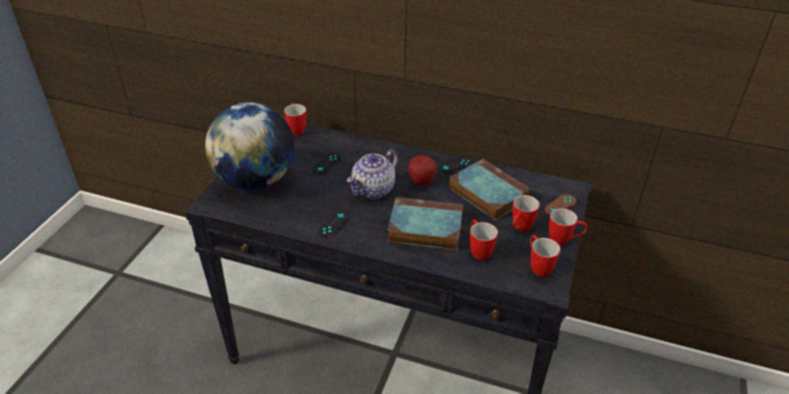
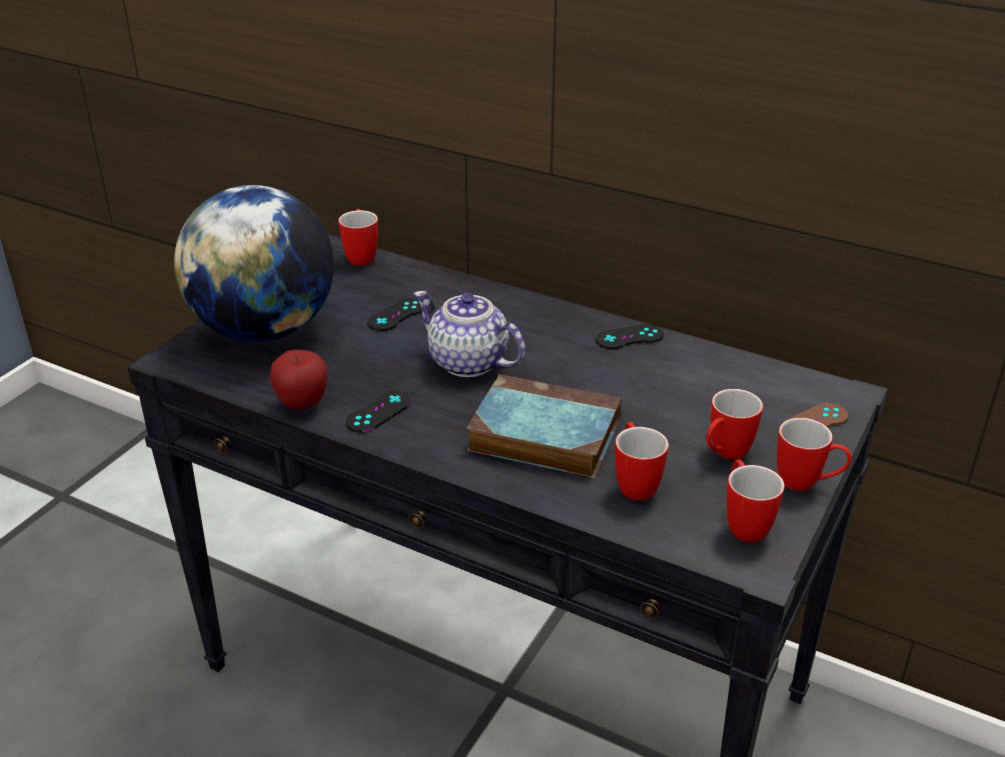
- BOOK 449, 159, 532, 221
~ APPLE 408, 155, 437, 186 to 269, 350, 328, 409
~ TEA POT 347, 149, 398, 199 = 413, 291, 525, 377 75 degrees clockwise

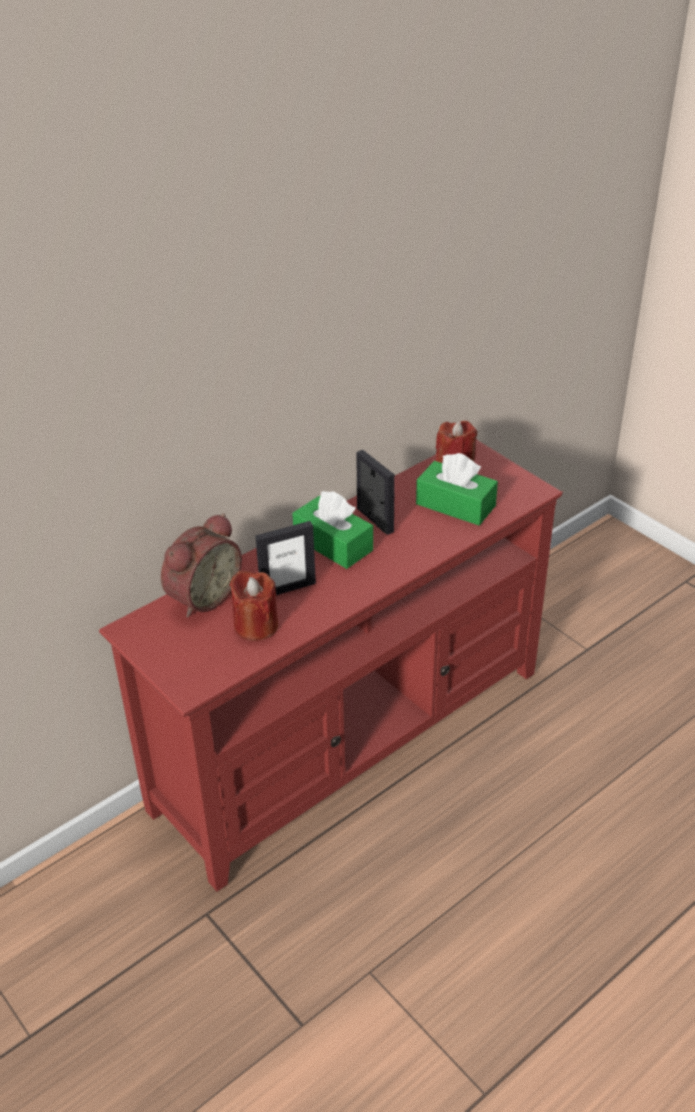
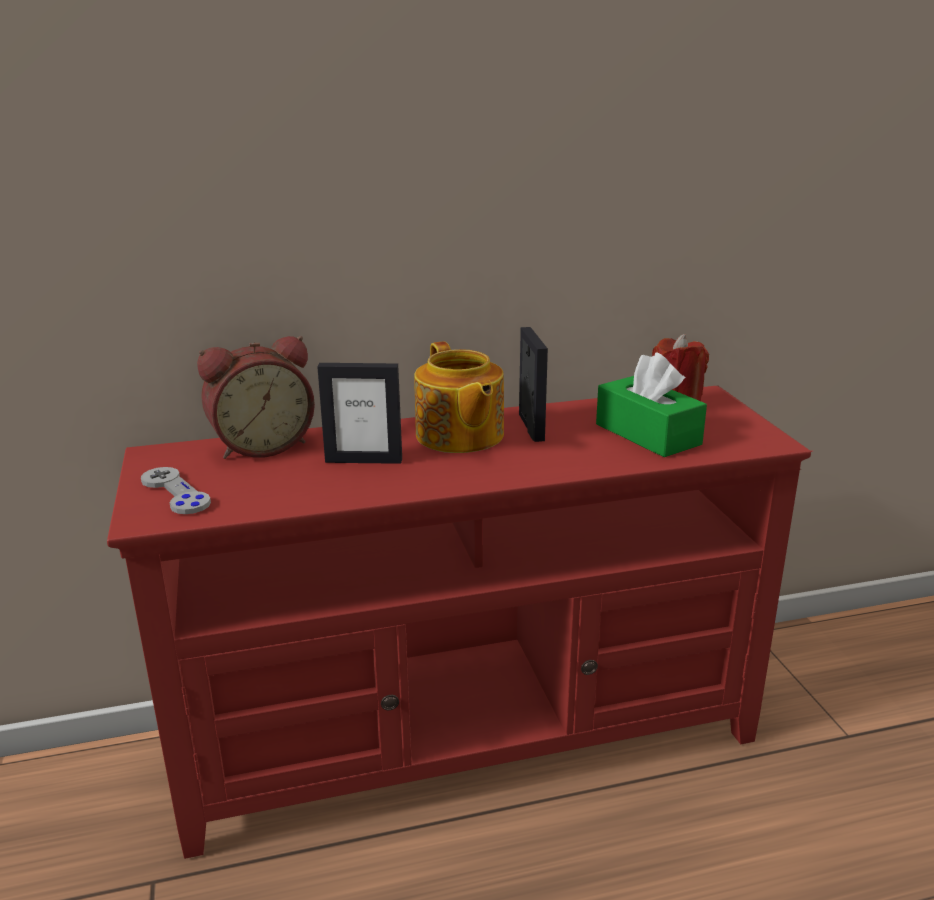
- RED-COLOURED CANDLE 230, 570, 278, 641
+ GREY GAME CONTROLLER 141, 467, 211, 514
~ GREEN BOX OF TISSUES 292, 491, 373, 569 to TEA POT 414, 342, 504, 453

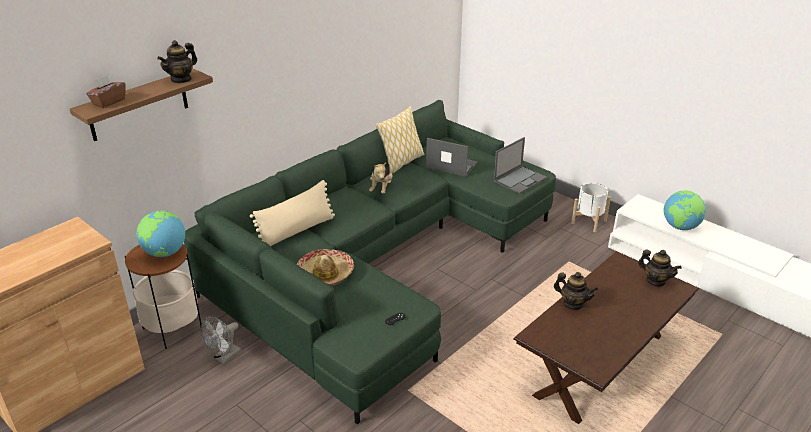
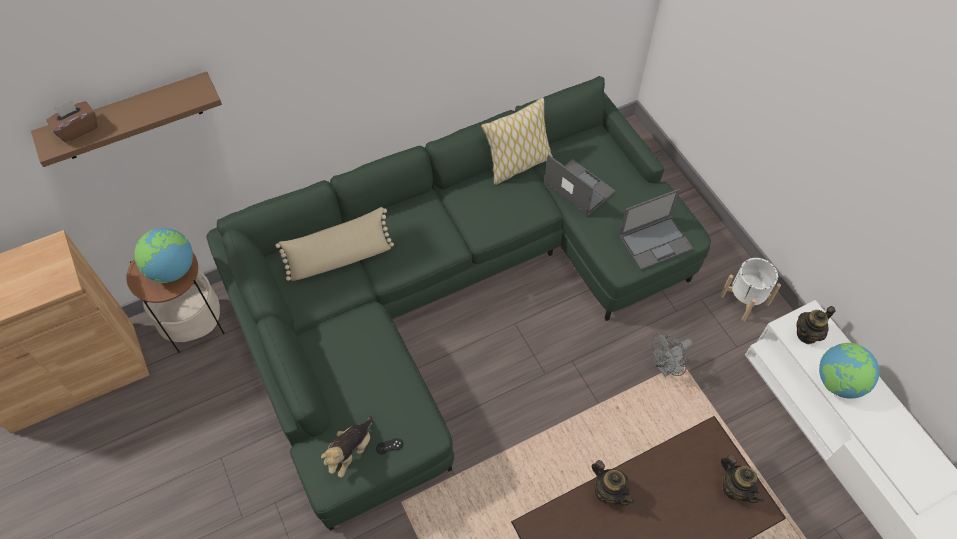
- HAT 297, 249, 354, 286
~ TEA POT 157, 40, 197, 84 to 796, 306, 836, 344
~ GREY FAN 201, 316, 241, 365 to 652, 333, 693, 377
~ CUDDLY TOY 369, 162, 392, 194 to 321, 416, 373, 478

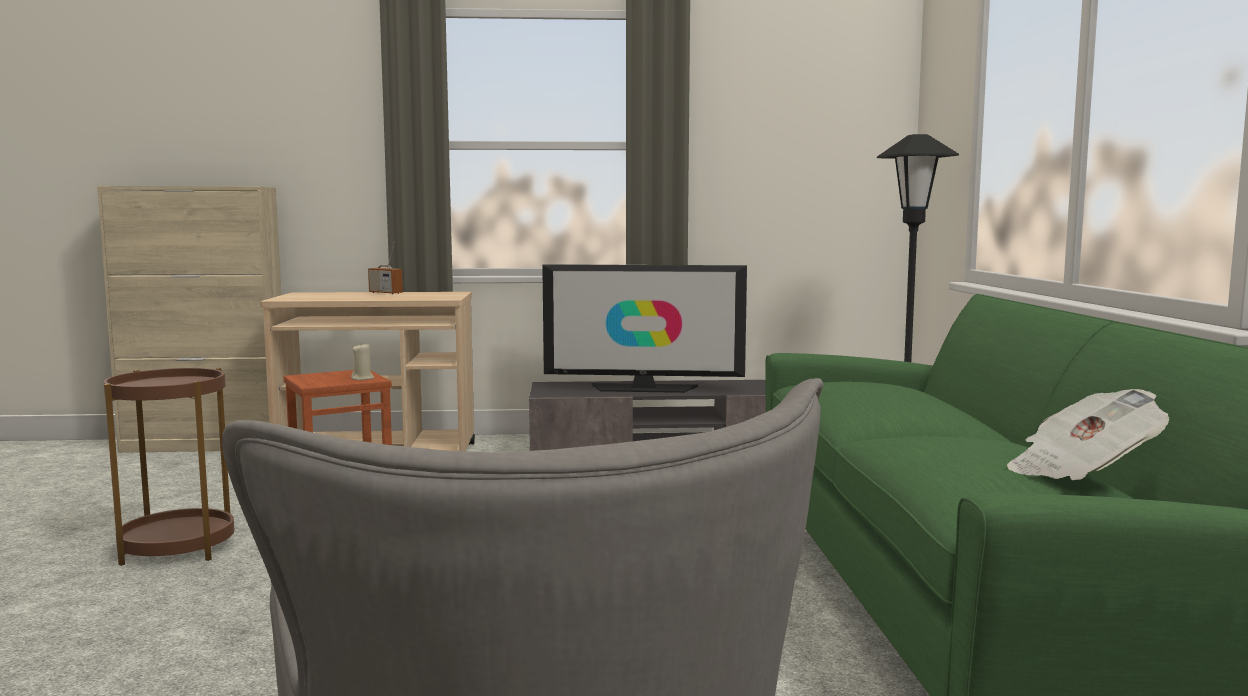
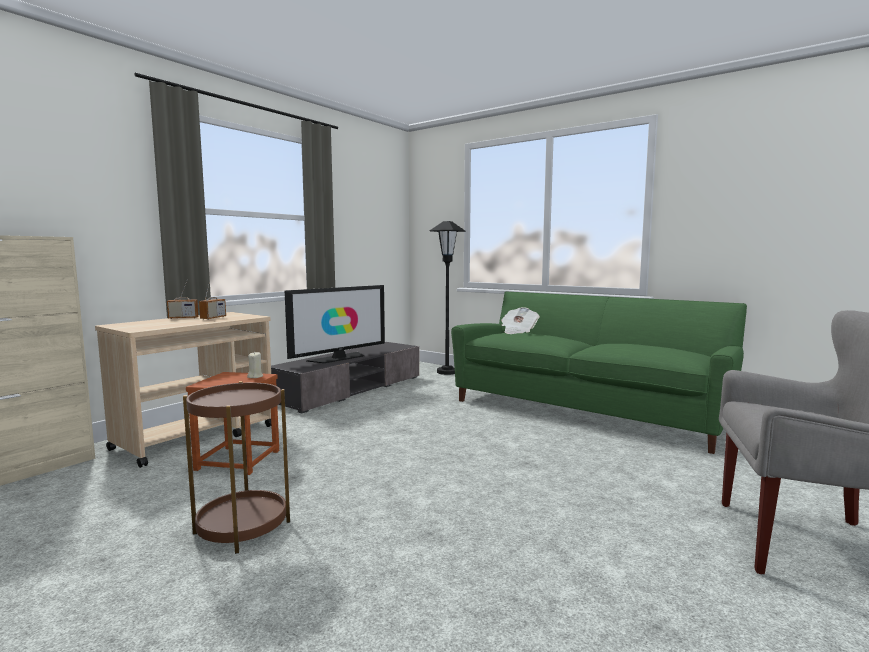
+ RADIO SET 199, 280, 226, 320
~ PRINTED PAPER 1007, 389, 1169, 480 to 501, 307, 540, 334

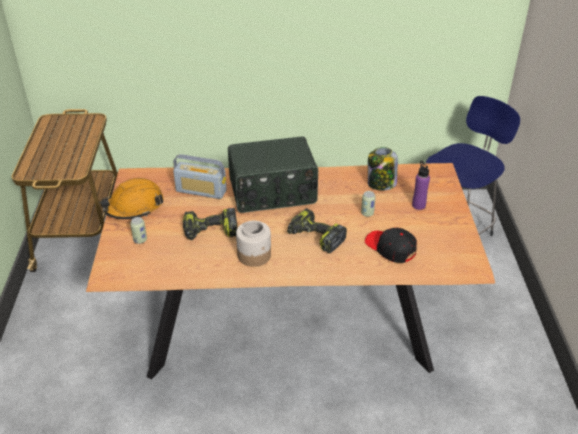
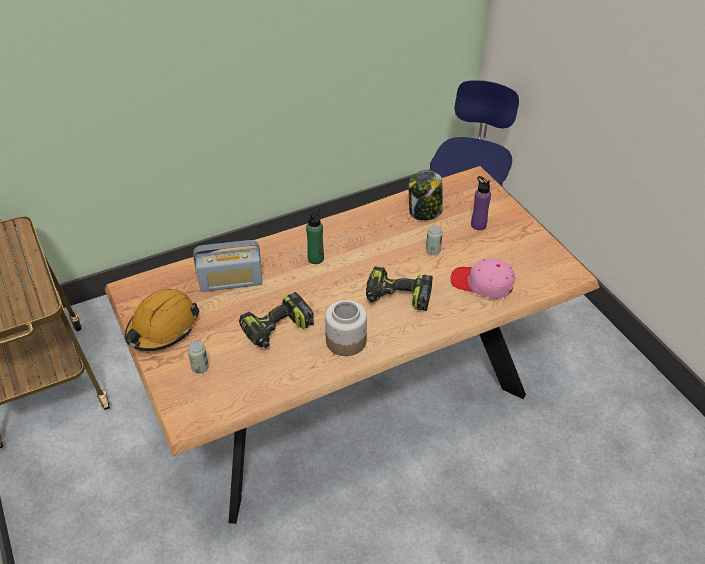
~ RADIO SET 228, 137, 318, 213 to GREEN BOTTLE 306, 208, 324, 264
~ BLACK-COLOURED PEAKED CAP 365, 228, 417, 263 to PINK PEAKED CAP 451, 258, 515, 299

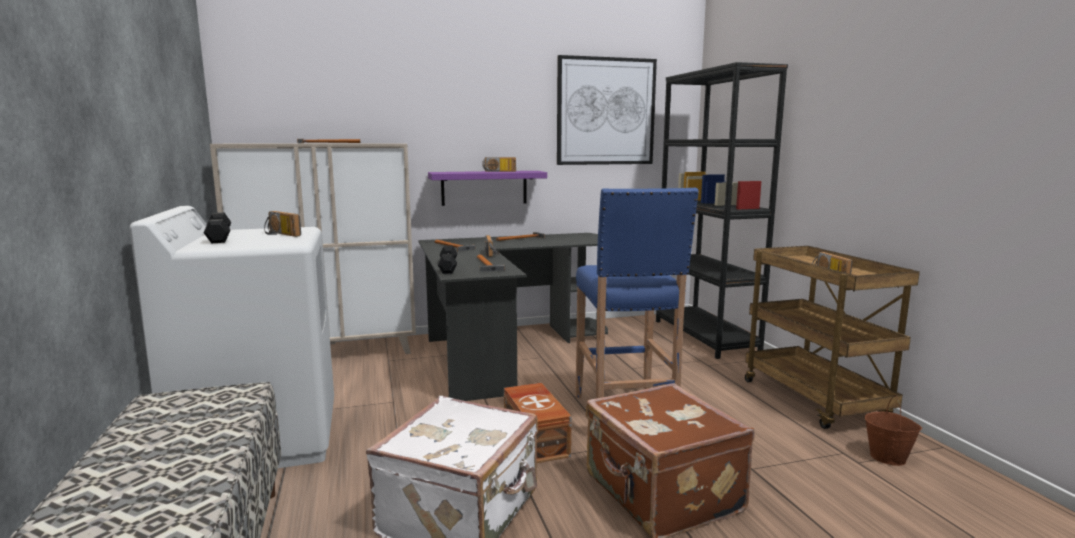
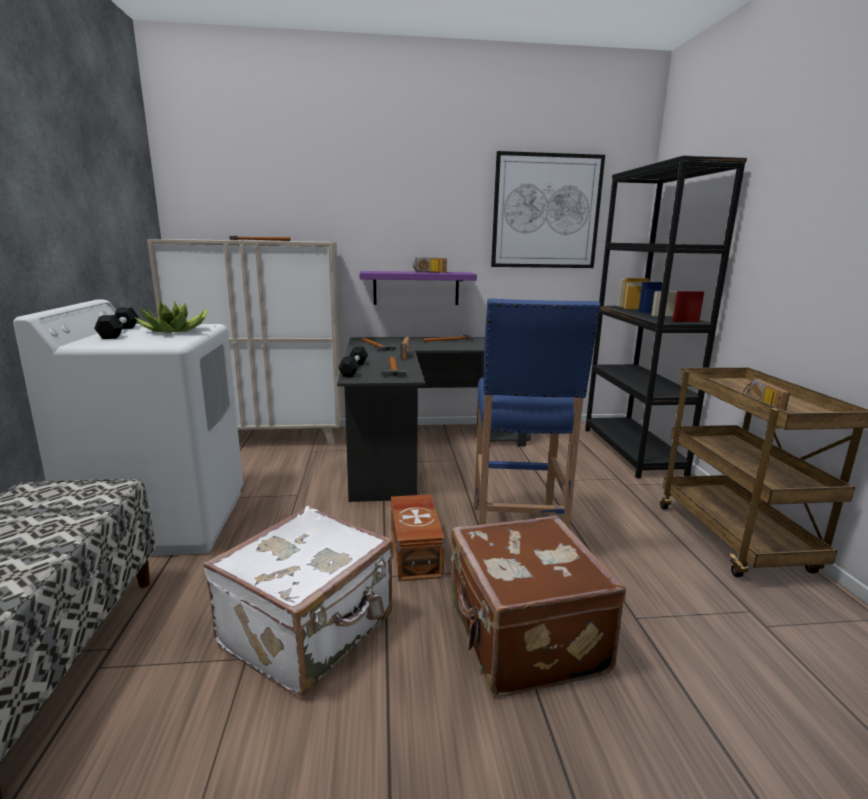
- BROWN PAIL 865, 396, 922, 466
~ RADIO SET 264, 211, 301, 237 to POTTED PLANT 135, 301, 208, 333

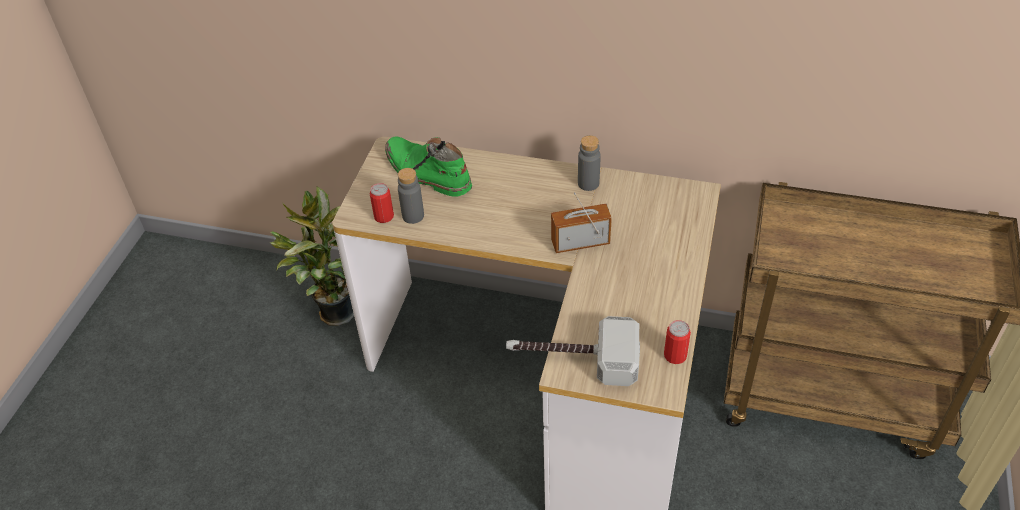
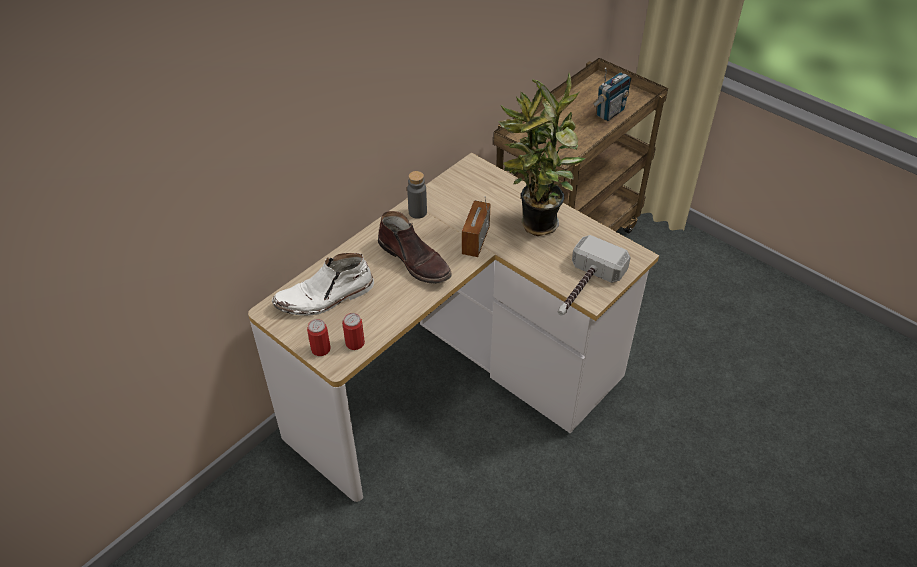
- GREY BOTTLE 398, 168, 424, 224
+ BROWN BOOT 378, 211, 452, 284
+ RADIO SET 593, 67, 631, 121
~ POTTED PLANT 270, 186, 354, 326 to 498, 73, 586, 236
~ SEALED CAN 664, 320, 691, 364 to 307, 319, 331, 356
~ GREEN BOOT 385, 137, 472, 196 to WHITE BOOT 272, 253, 374, 316

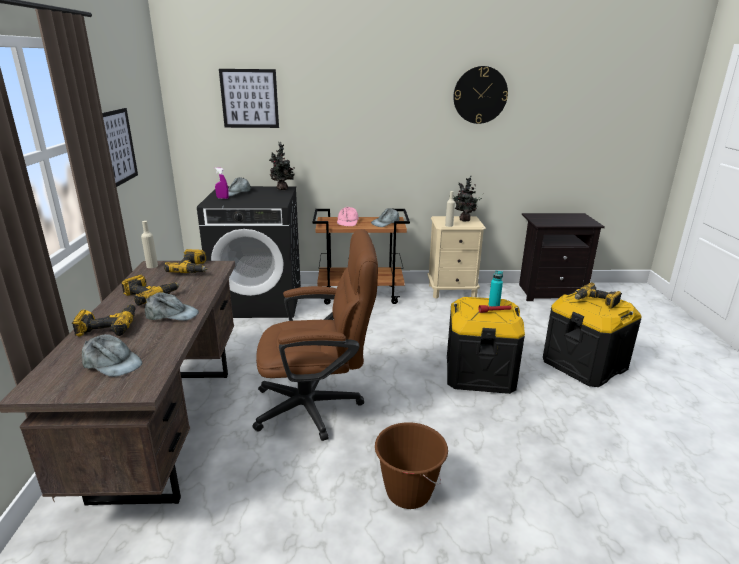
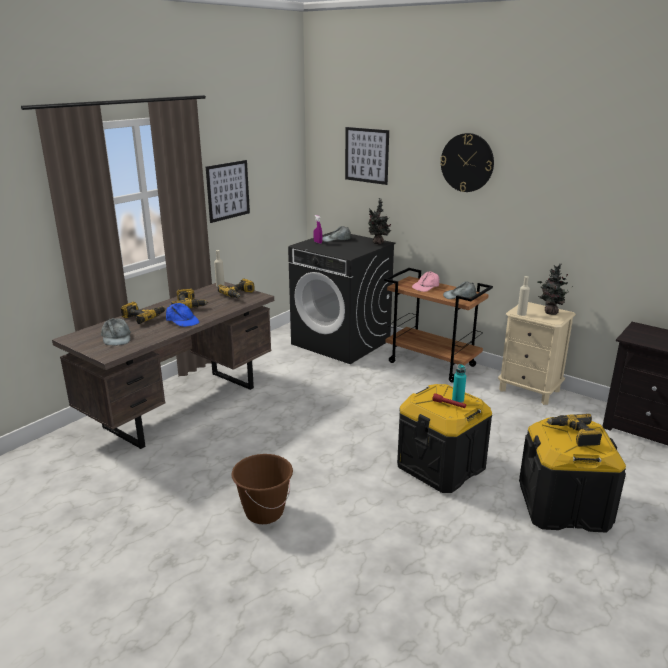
- BROWN COMPUTER CHAIR 253, 229, 378, 441
~ CLOCK ON THE WALL 453, 66, 508, 124 to 440, 133, 494, 192
~ GREY PEAKED CAP 145, 292, 199, 321 to BLUE PEAKED CAP 166, 303, 199, 327

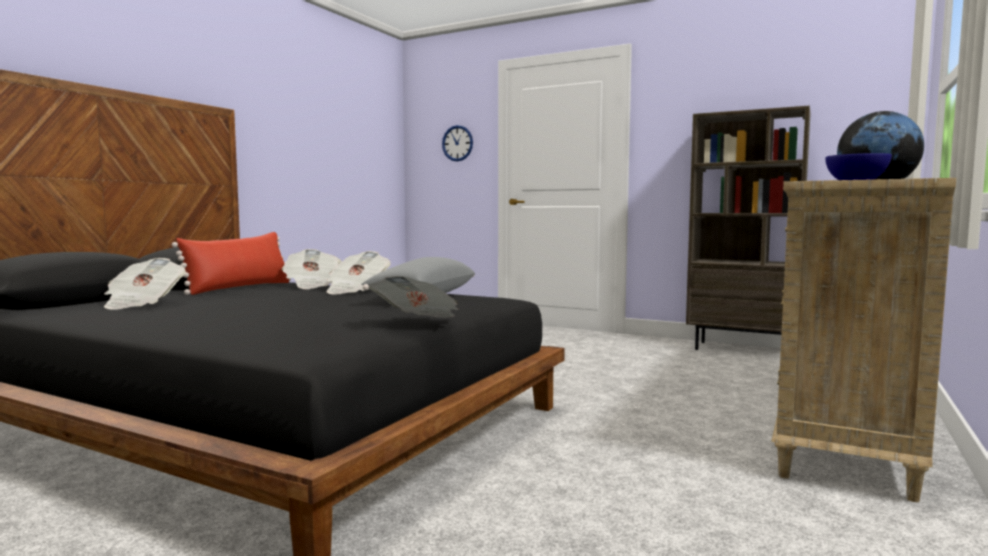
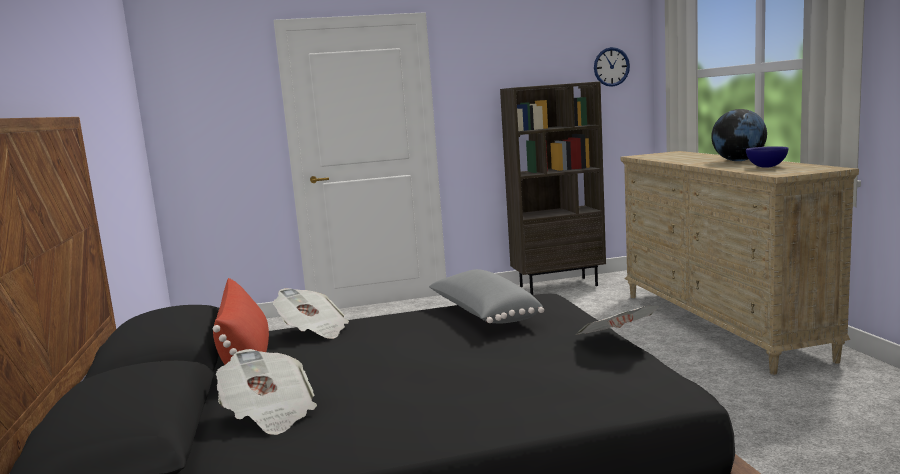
- PRINTED PAPER 327, 251, 390, 295
~ CLOCK ON THE WALL 442, 125, 473, 161 to 594, 47, 630, 87

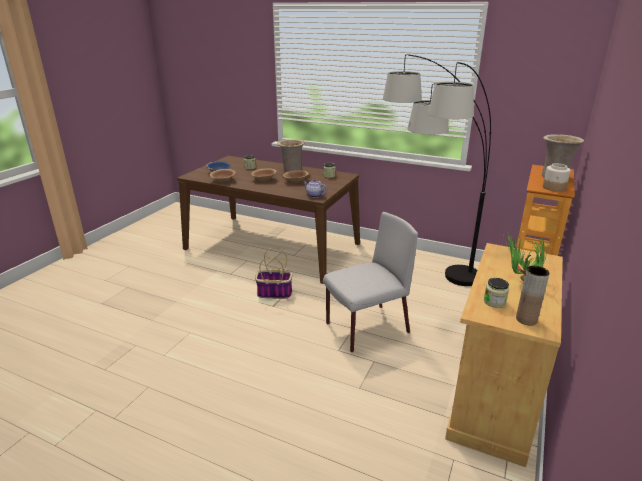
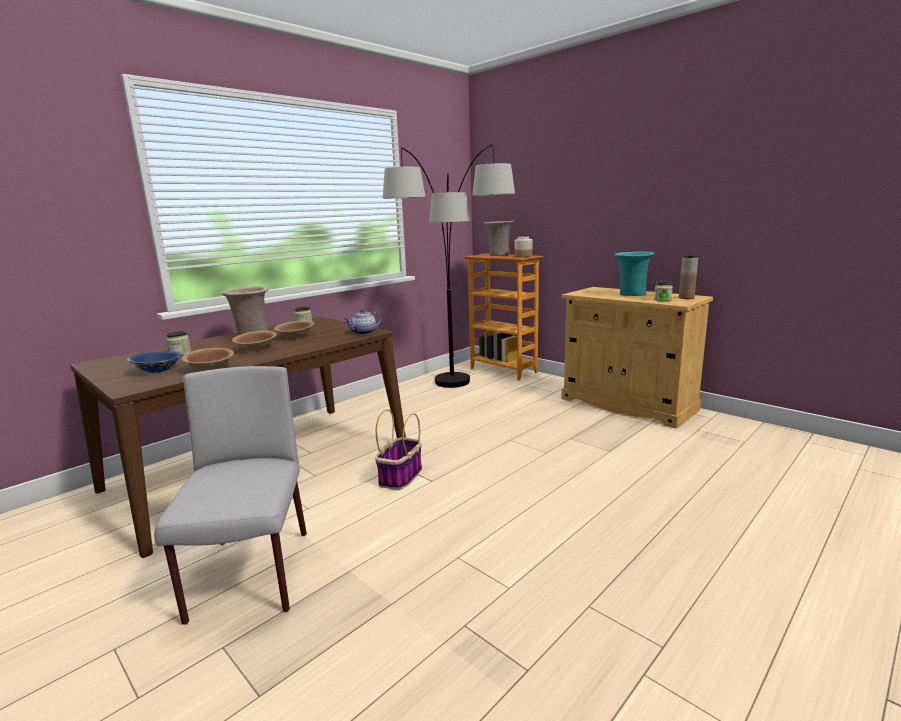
~ GREY UPRIGHT CHAIR 323, 212, 418, 352 to 154, 366, 307, 625
~ POTTED PLANT 505, 233, 547, 281 to TURQUOISE VASE 615, 252, 655, 296

